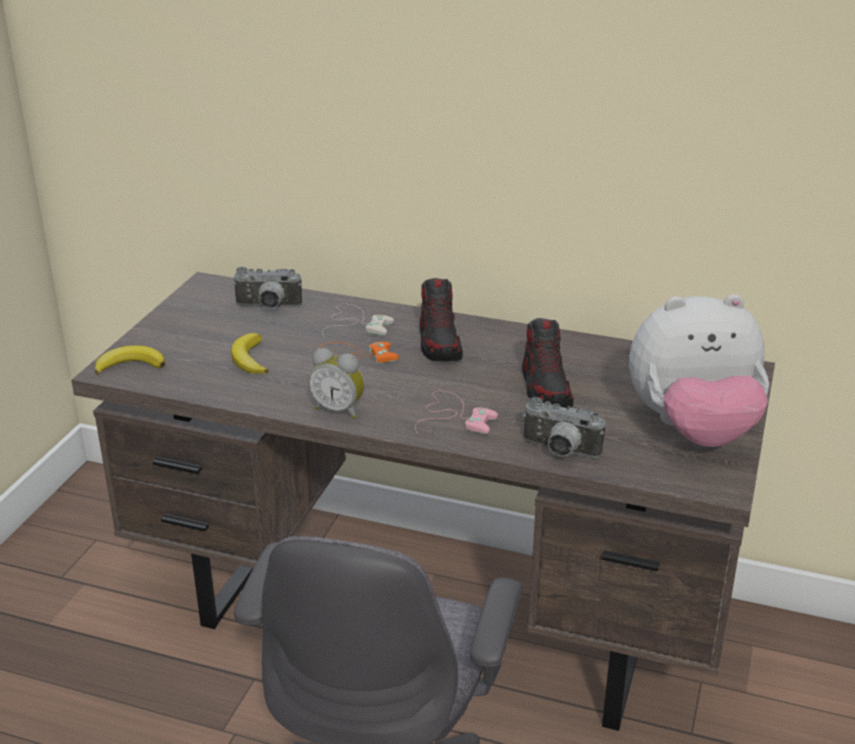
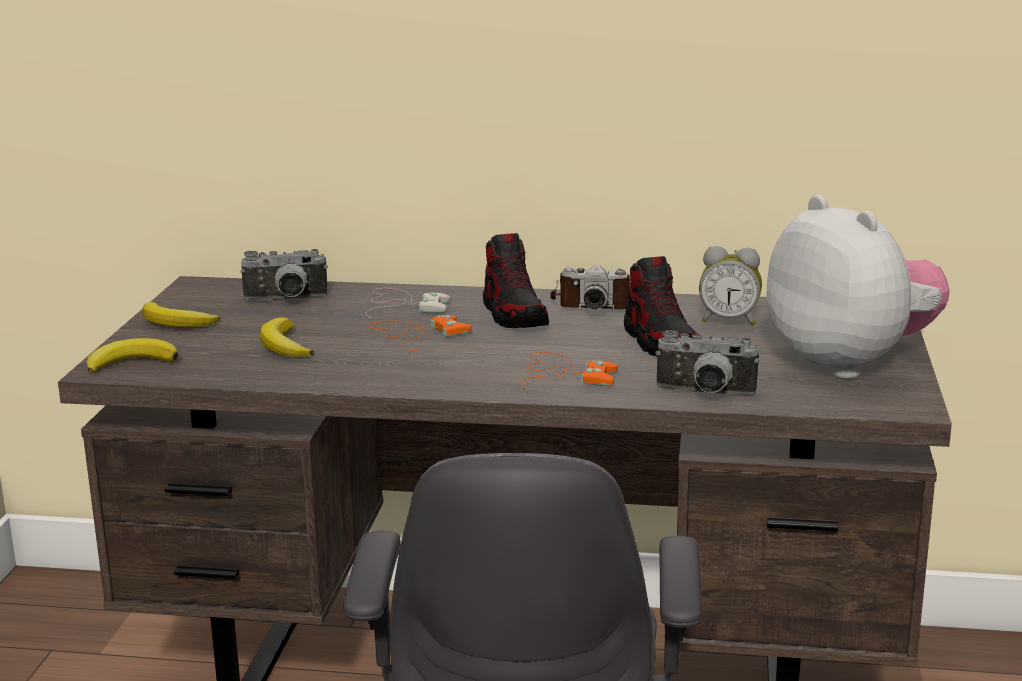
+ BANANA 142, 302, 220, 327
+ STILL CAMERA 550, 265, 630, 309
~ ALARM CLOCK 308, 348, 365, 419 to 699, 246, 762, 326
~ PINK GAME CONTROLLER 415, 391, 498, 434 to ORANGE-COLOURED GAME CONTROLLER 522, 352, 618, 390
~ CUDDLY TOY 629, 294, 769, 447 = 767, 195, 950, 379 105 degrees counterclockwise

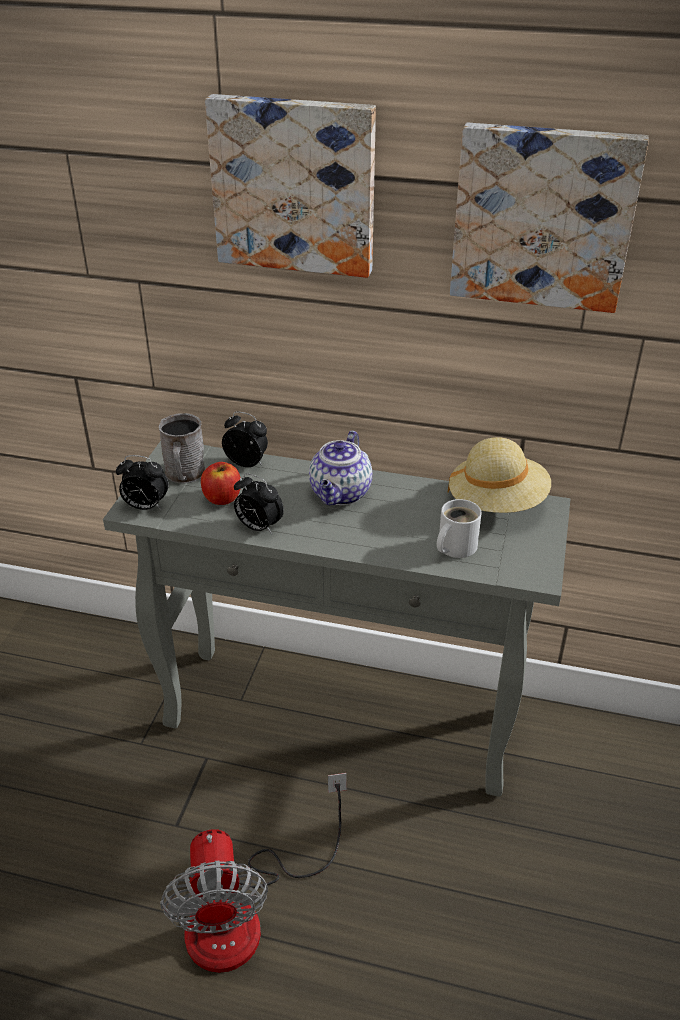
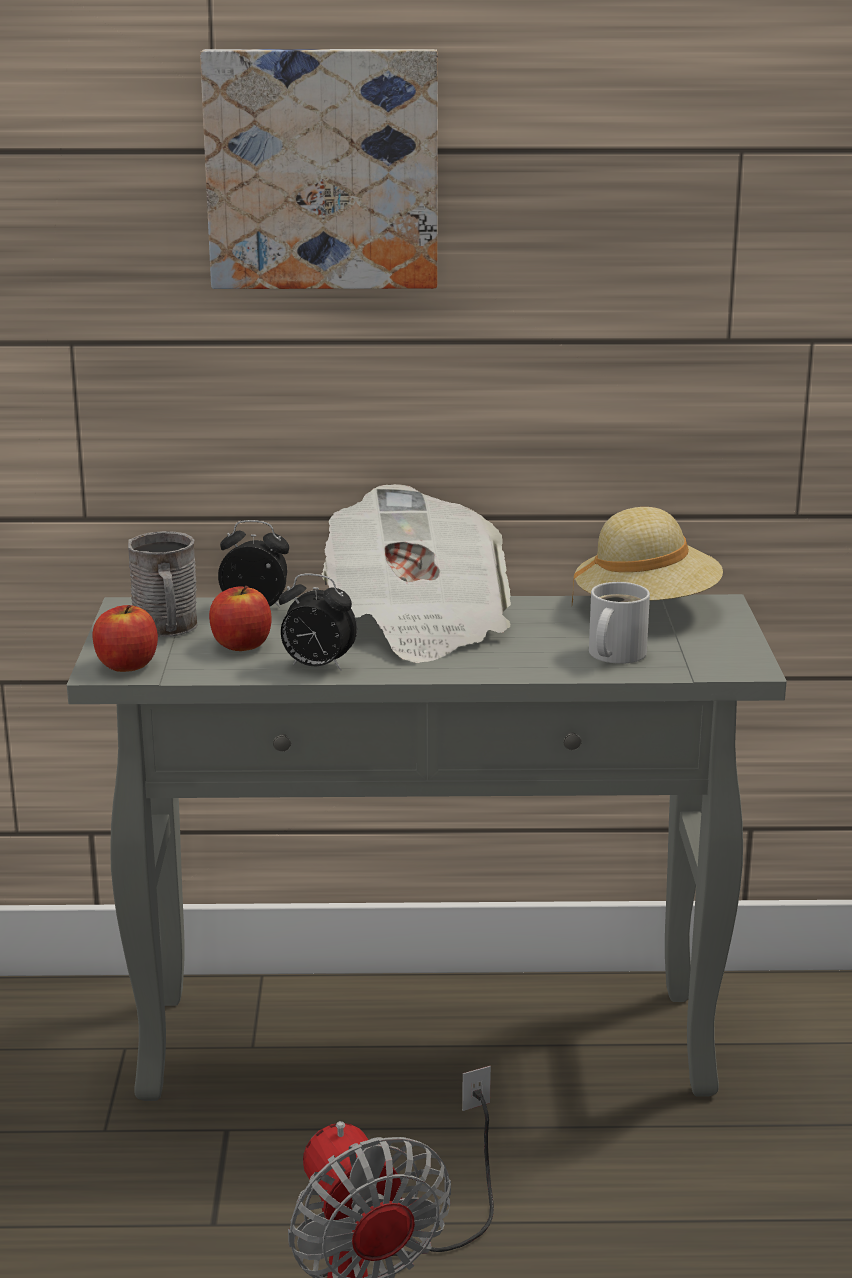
- WALL PICTURE 450, 123, 649, 313
~ ALARM CLOCK 116, 455, 169, 510 to APPLE 93, 605, 158, 672
~ TEA POT 309, 431, 372, 505 to PRINTED PAPER 321, 484, 511, 663

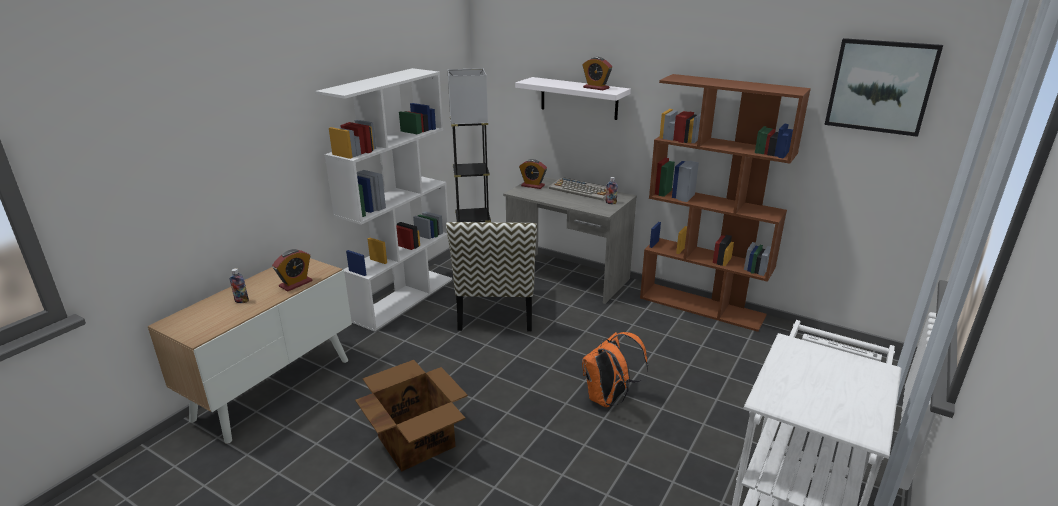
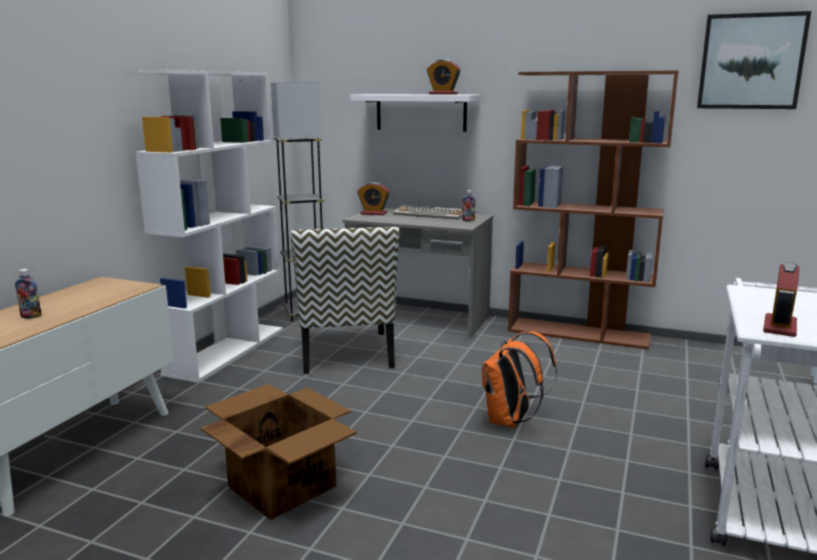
~ ALARM CLOCK 272, 249, 312, 291 to 763, 262, 799, 337

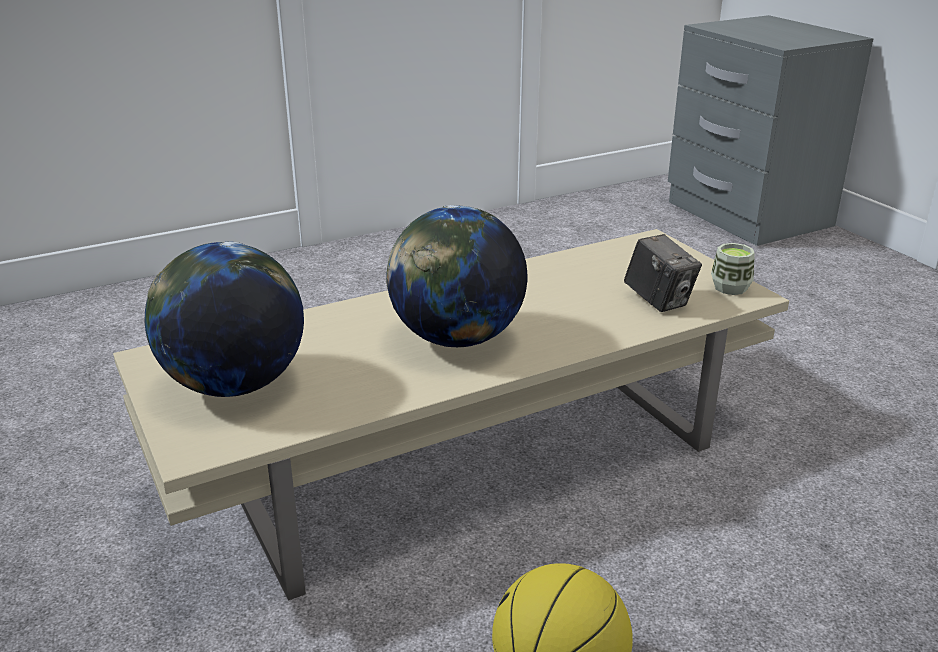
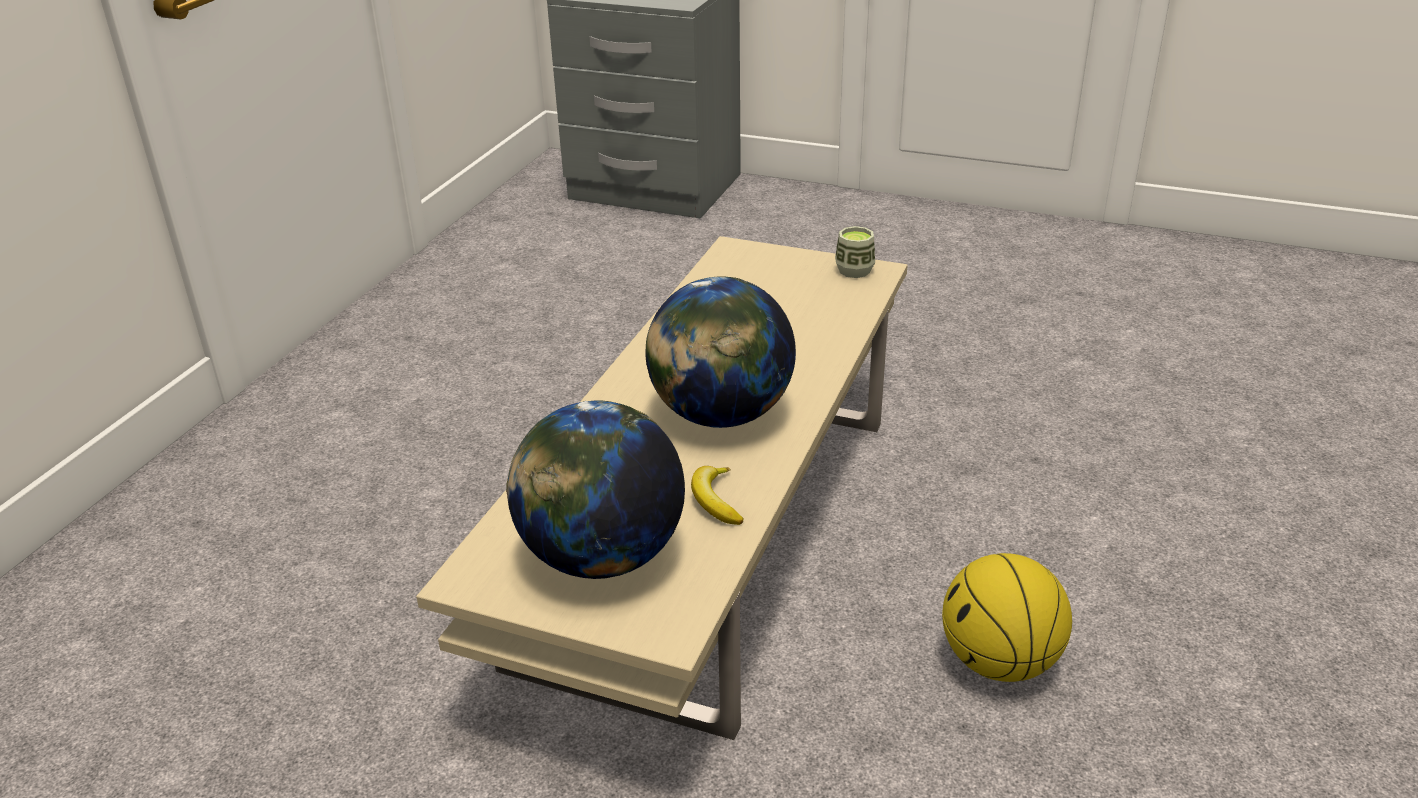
- STILL CAMERA 624, 234, 702, 312
+ BANANA 691, 466, 744, 525

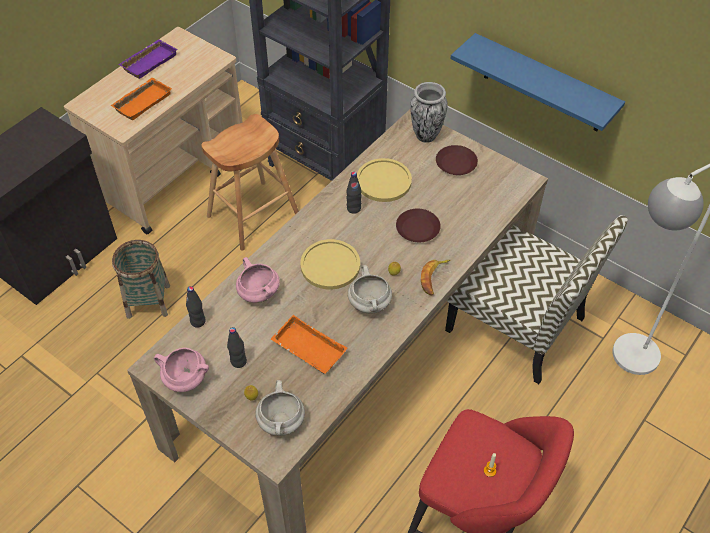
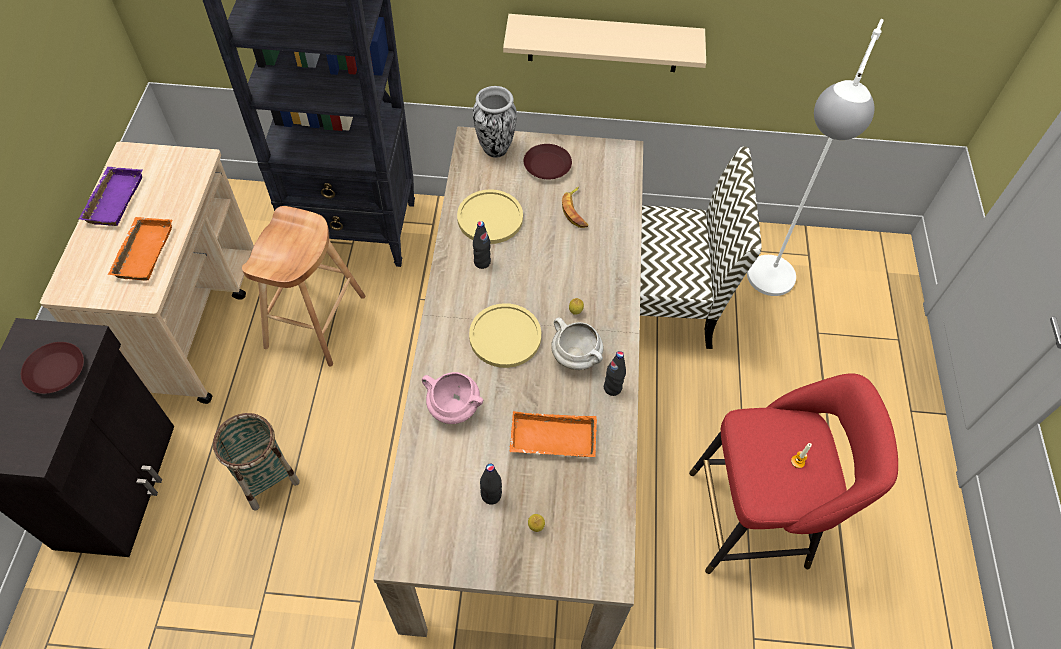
- PINK STOCKPOT 154, 348, 209, 392
- WHITE STOCKPOT 256, 380, 305, 436
~ BLACK-COLOURED BOTTLE 186, 286, 206, 328 to 604, 351, 626, 396
~ BROWN DINNER PLATE 396, 209, 441, 242 to 21, 342, 84, 394
~ BANANA 421, 260, 450, 296 to 562, 186, 588, 228
~ BLUE BRACKET SHELF 451, 33, 625, 131 to SAND-COLOURED BRACKET SHELF 503, 14, 706, 72

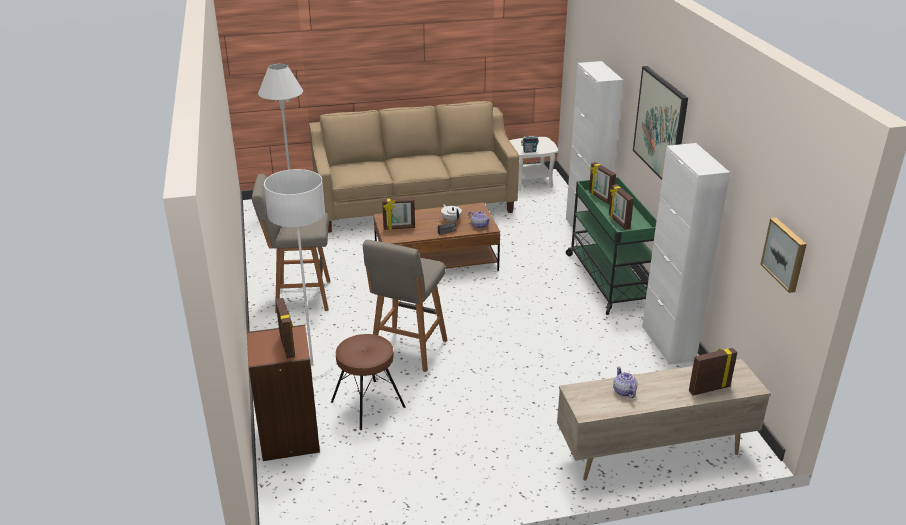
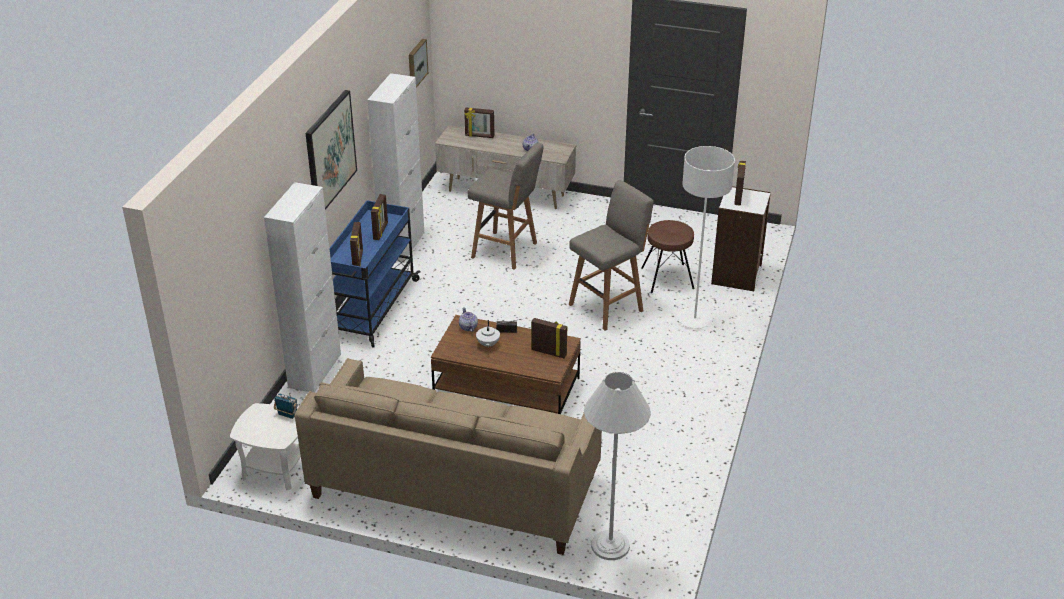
~ GREY SITTING STOOL 252, 174, 330, 313 to 468, 143, 543, 270
~ BROWN BOOKSHELF 247, 325, 320, 461 to WHITE BOOKSHELF 711, 186, 771, 291
~ GREEN CART 566, 177, 657, 315 to BLUE CART 329, 200, 421, 348

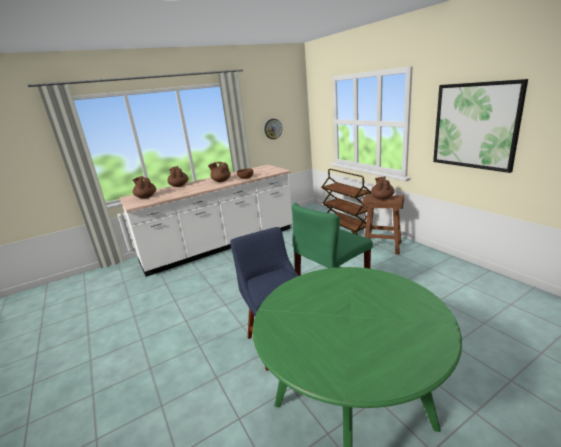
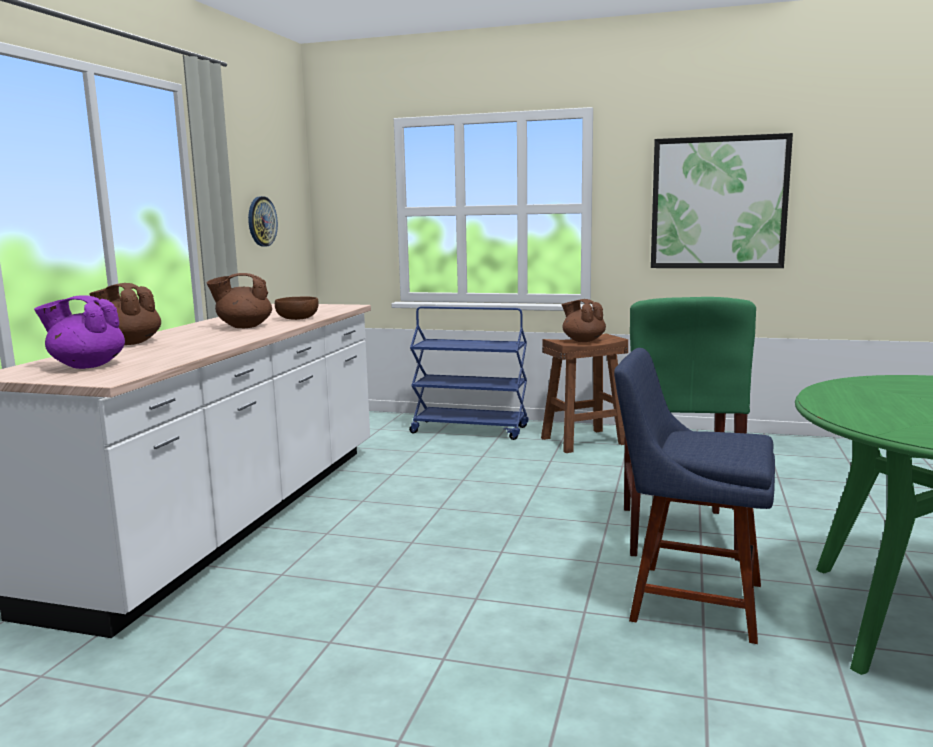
~ BROWN TEA POT 133, 176, 156, 199 to PURPLISH TEA POT 34, 295, 125, 369
~ BROWN CART 322, 169, 371, 235 to BLUE CART 409, 306, 529, 440

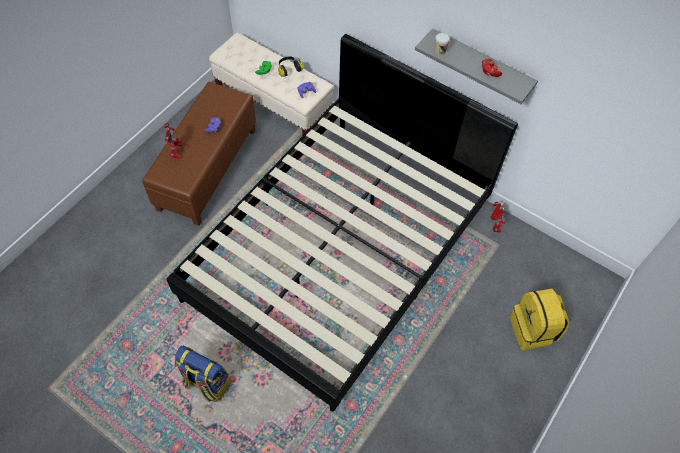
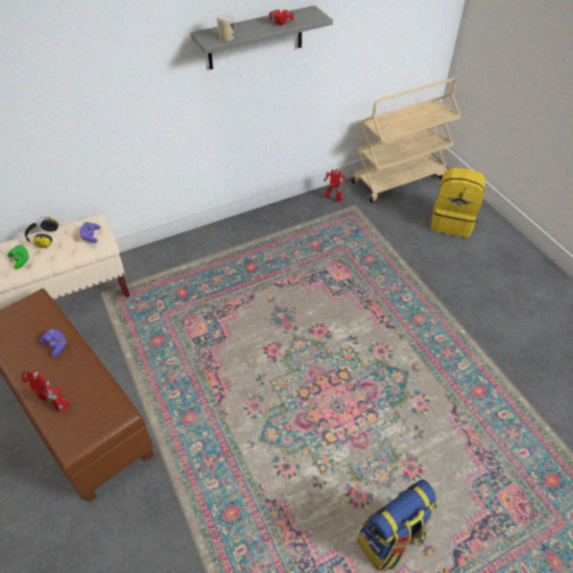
- BLACK-COLOURED BEDROOM BED 166, 34, 518, 412
+ SAND-COLOURED CART 352, 78, 461, 203

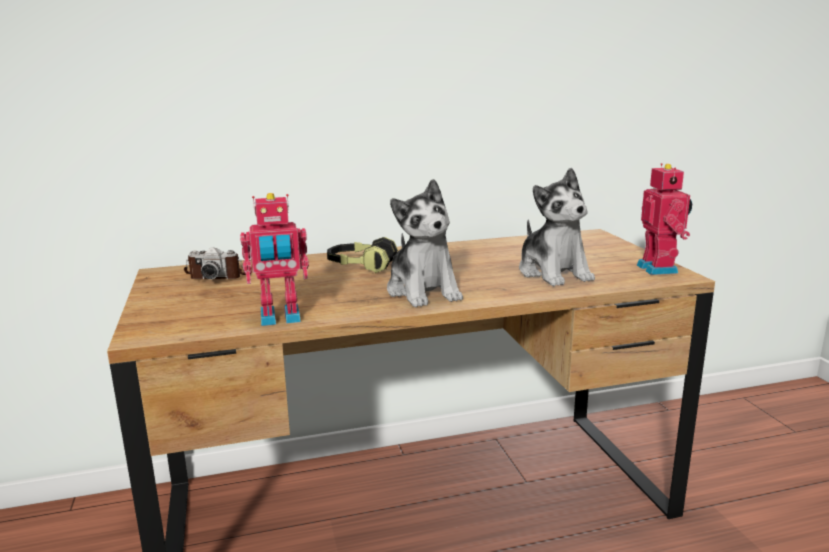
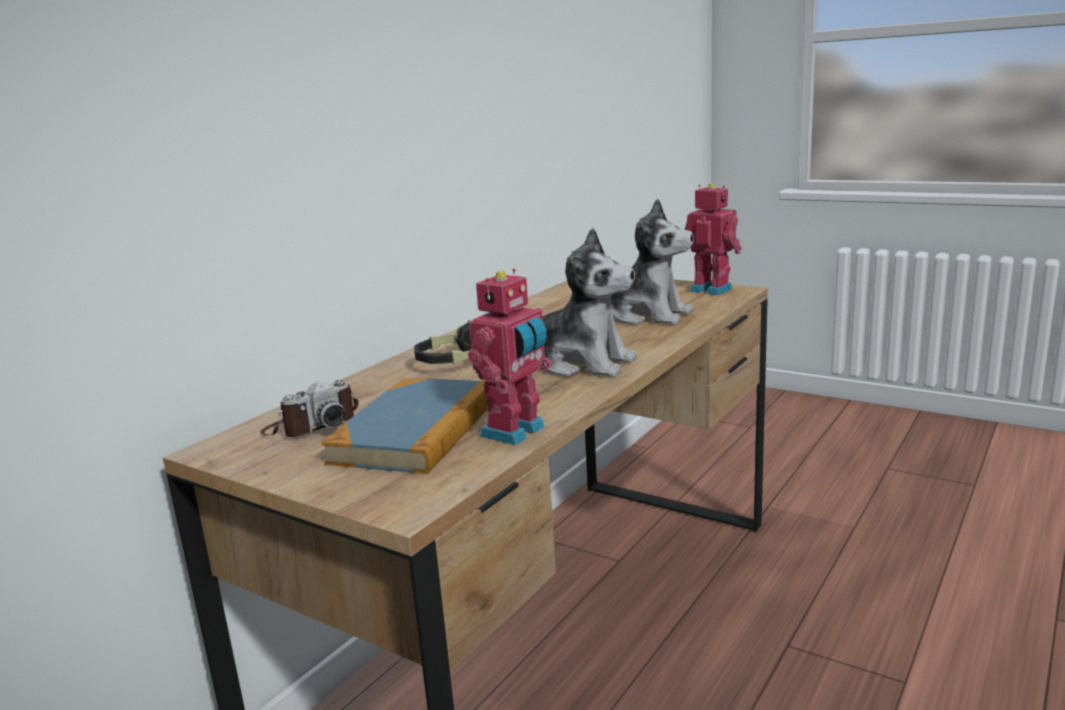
+ BOOK 321, 378, 488, 474

